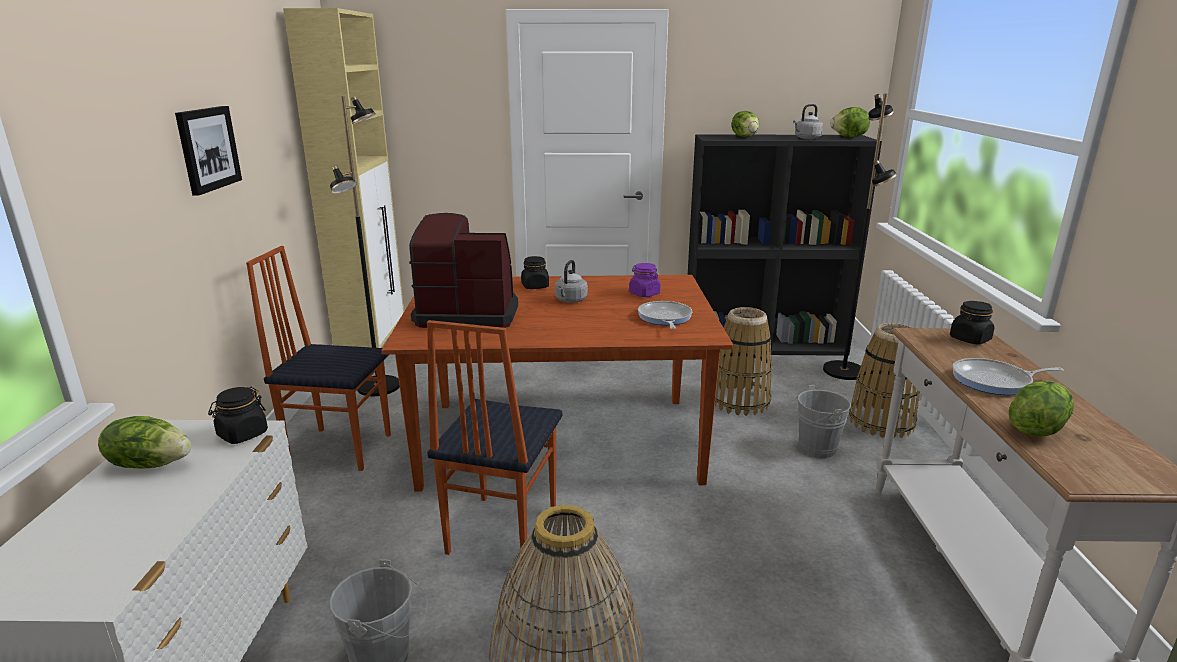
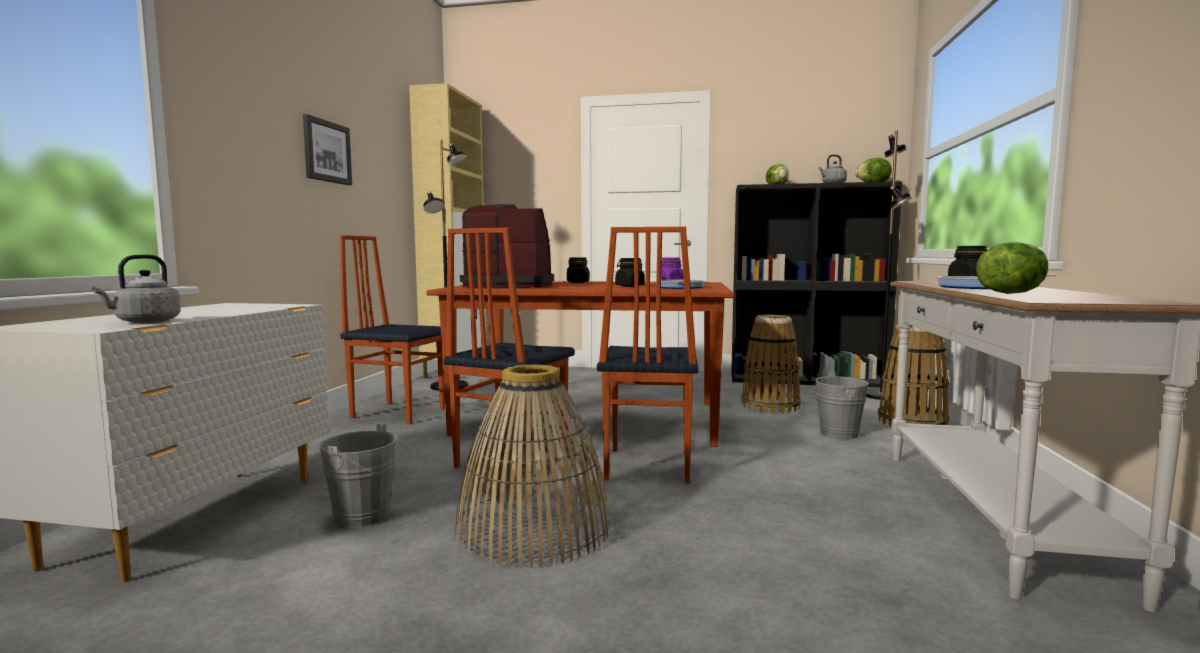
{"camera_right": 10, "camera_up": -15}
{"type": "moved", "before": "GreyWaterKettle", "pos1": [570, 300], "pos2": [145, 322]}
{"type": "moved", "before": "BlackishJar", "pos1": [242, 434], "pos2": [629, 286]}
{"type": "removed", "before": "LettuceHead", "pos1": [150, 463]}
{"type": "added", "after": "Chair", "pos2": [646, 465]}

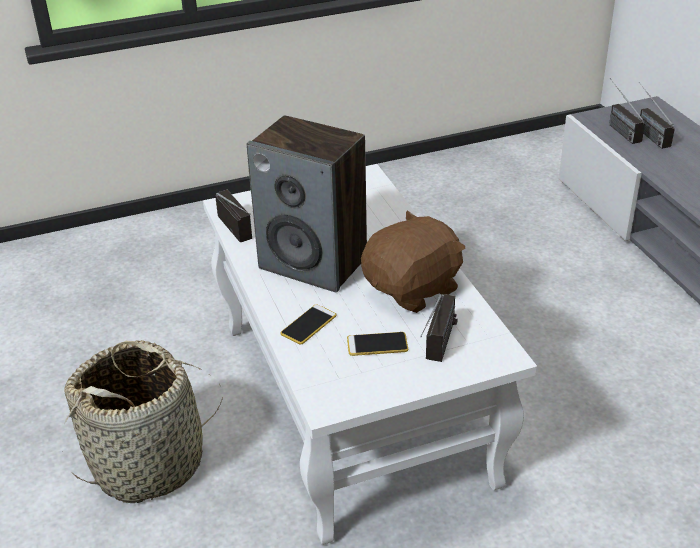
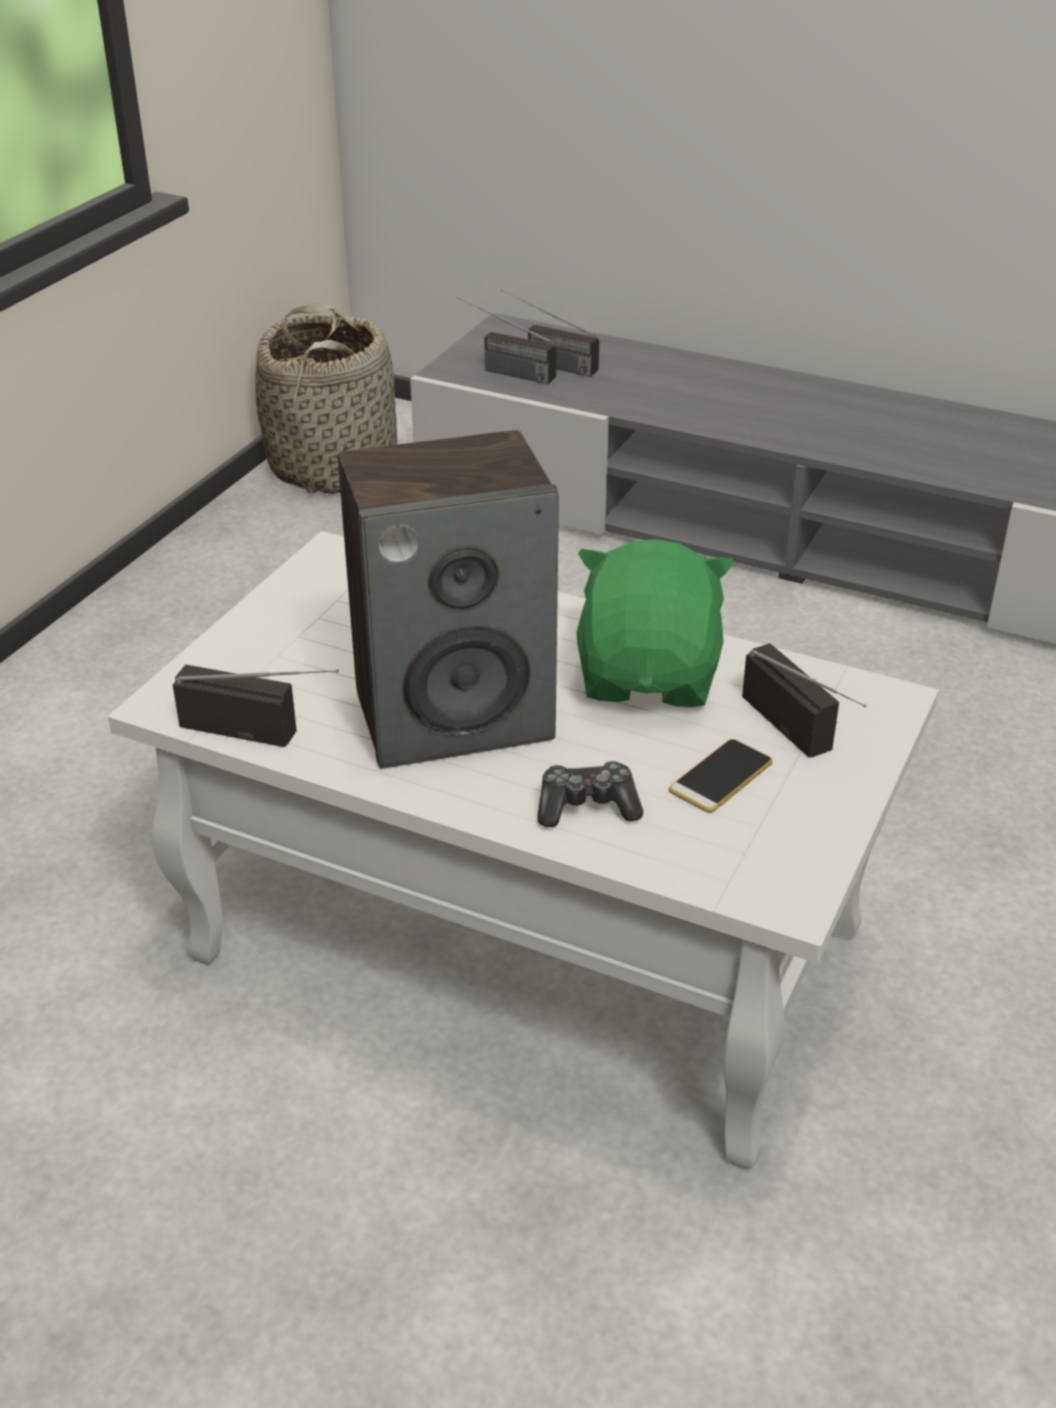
{"camera_right": -45, "camera_up": 0}
{"type": "recoloured", "before": "BrownSoftToy", "after": "GreenishSoftToy", "pos1": [413, 289], "pos2": [650, 677]}
{"type": "replaced", "before": "Handset", "after": "Gamepad", "pos1": [308, 325], "pos2": [587, 806]}
{"type": "moved", "before": "HouseholdBasket", "pos1": [150, 462], "pos2": [334, 466]}

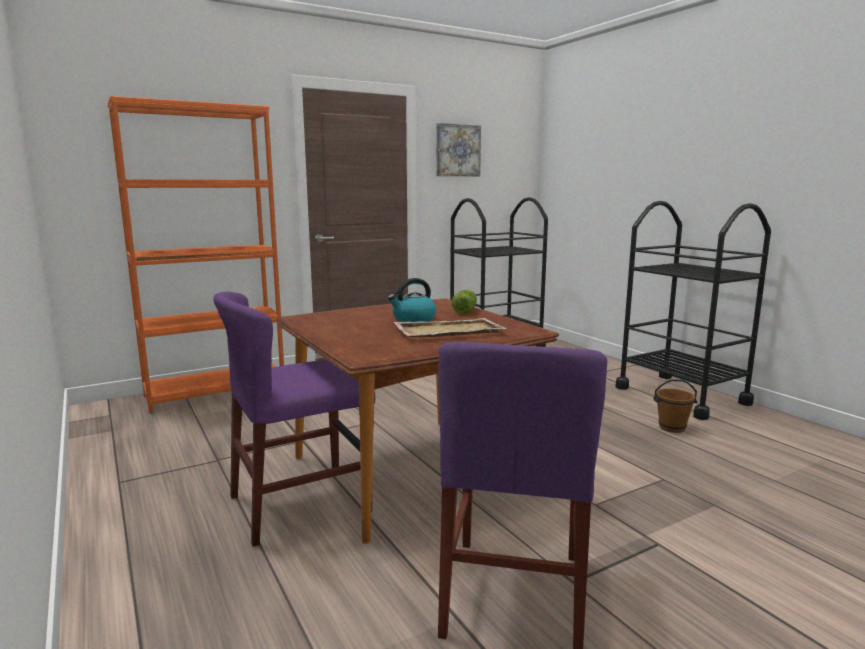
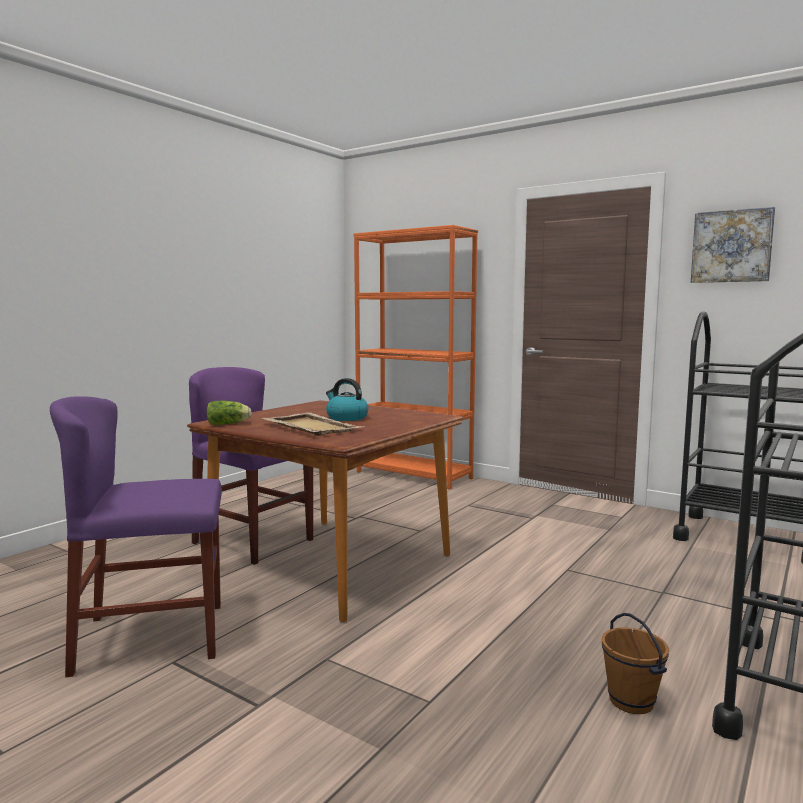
{"camera_right": 65, "camera_up": -5}
{"type": "moved", "before": "LettuceHead", "pos1": [465, 311], "pos2": [229, 424]}

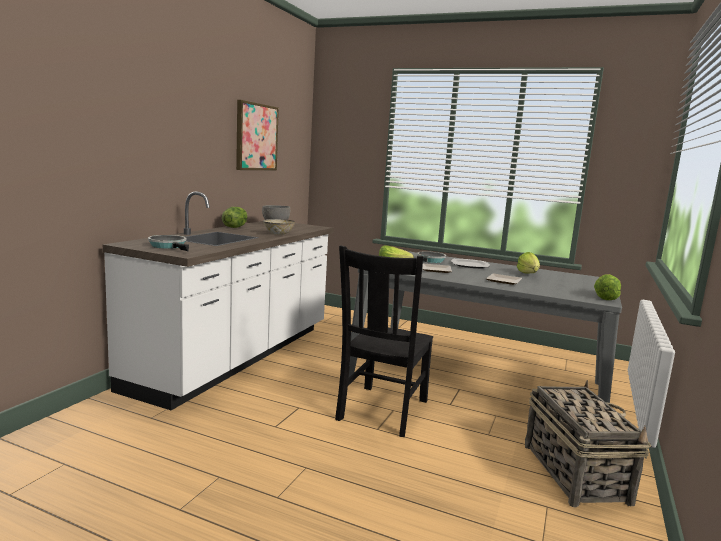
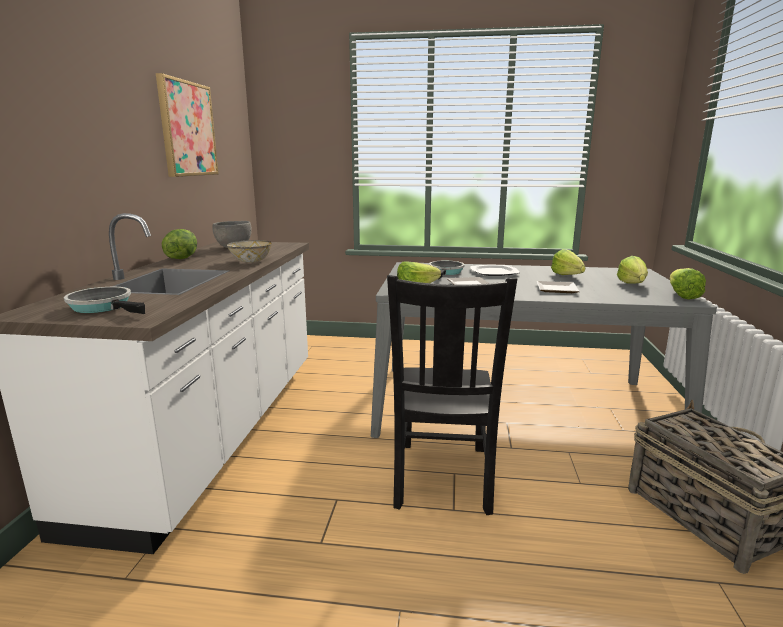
{"camera_right": -15, "camera_up": 5}
{"type": "added", "after": "LettuceHead", "pos2": [632, 286]}

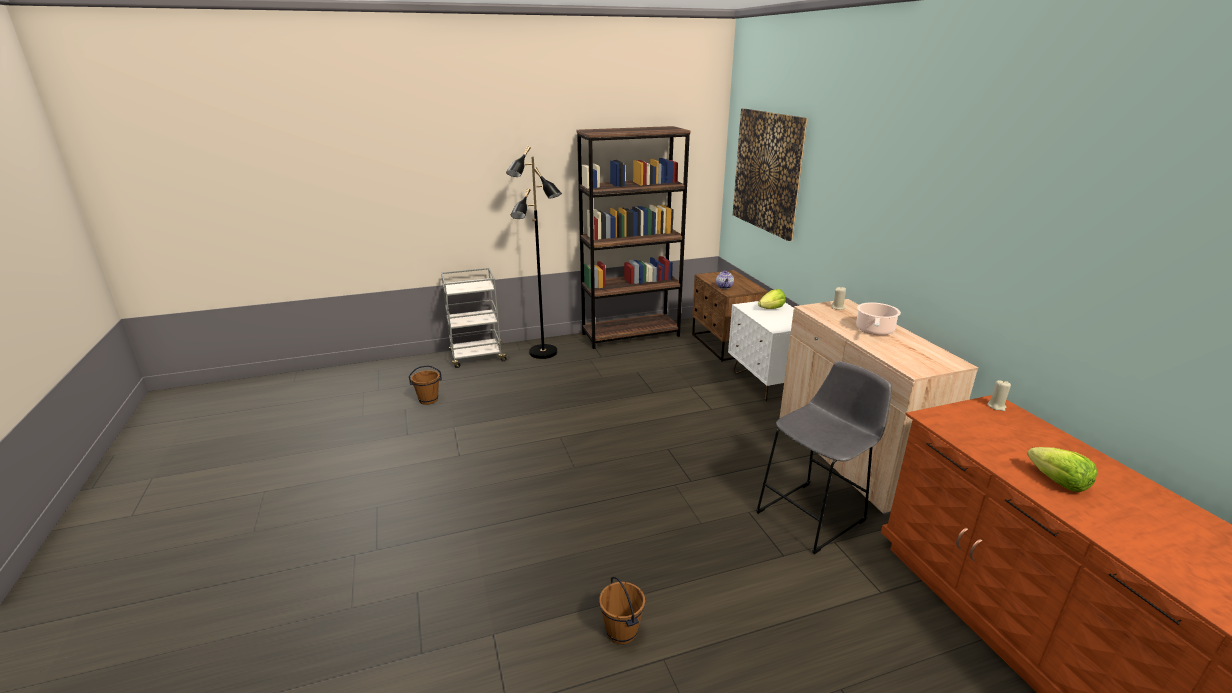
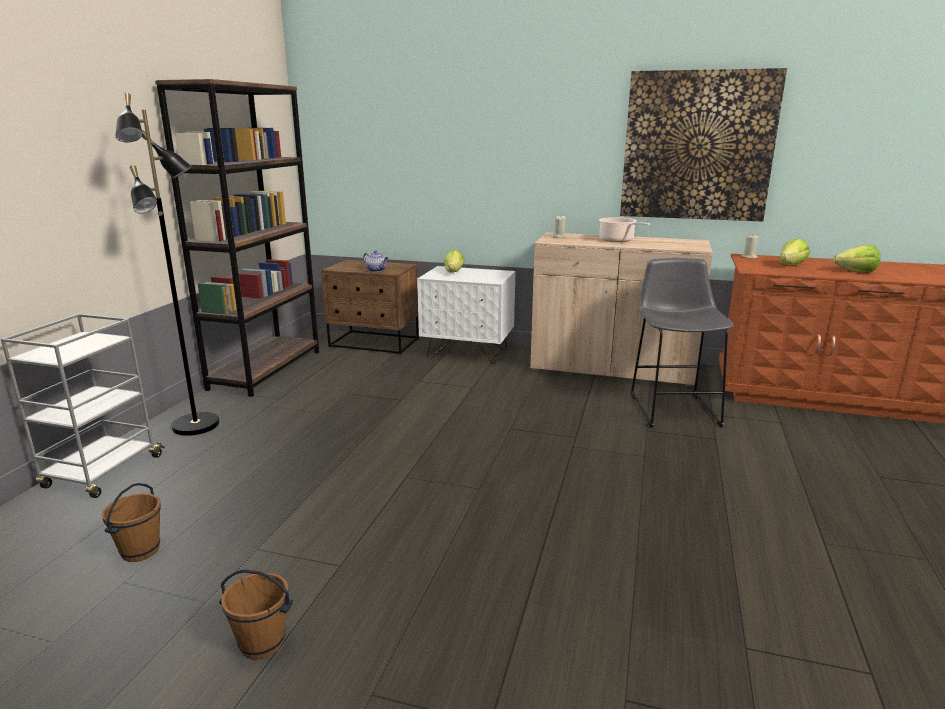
{"camera_right": -55, "camera_up": -5}
{"type": "moved", "before": "WallArt", "pos1": [767, 172], "pos2": [697, 146]}
{"type": "moved", "before": "BrownPail", "pos1": [621, 632], "pos2": [261, 644]}
{"type": "added", "after": "LettuceHead", "pos2": [790, 265]}

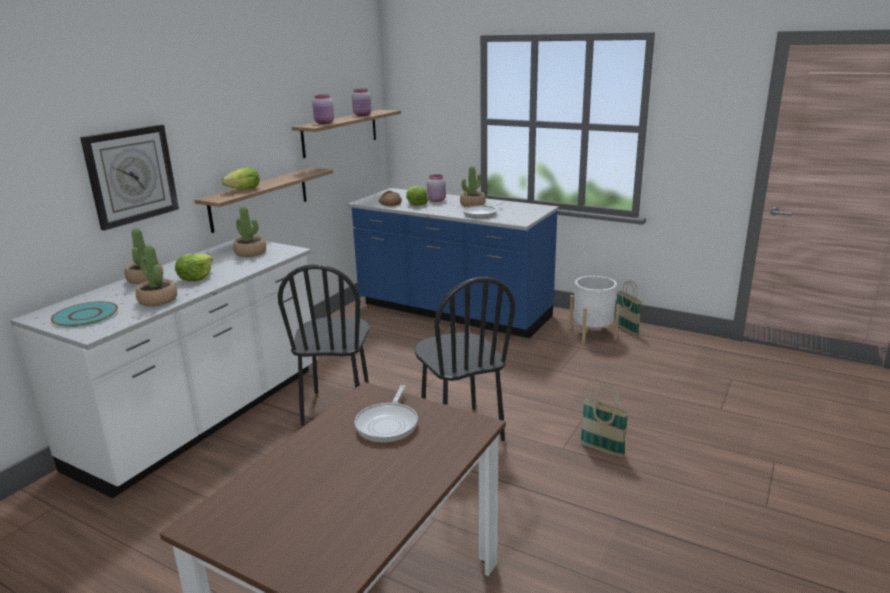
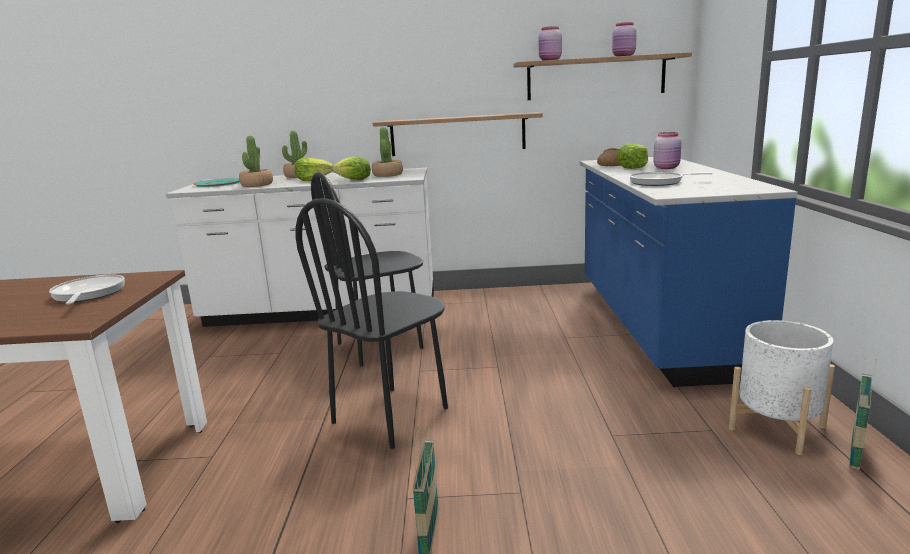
{"camera_right": 60, "camera_up": -5}
{"type": "removed", "before": "ClockOnTheWall", "pos1": [131, 175]}
{"type": "removed", "before": "PlantInAPot", "pos1": [472, 204]}
{"type": "moved", "before": "LettuceHead", "pos1": [244, 189], "pos2": [353, 180]}
{"type": "turned", "before": "Pan", "pos1": [388, 424], "pos2": [88, 294], "turn": 90}

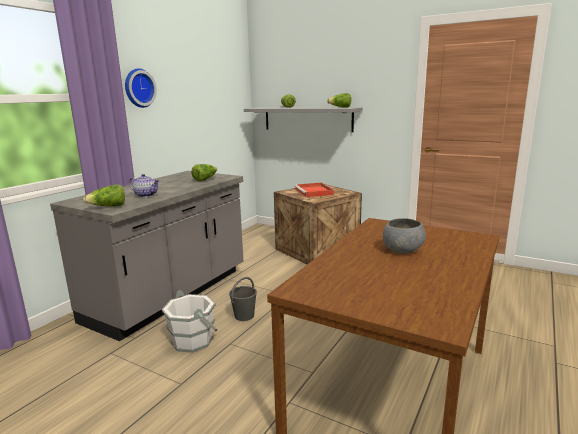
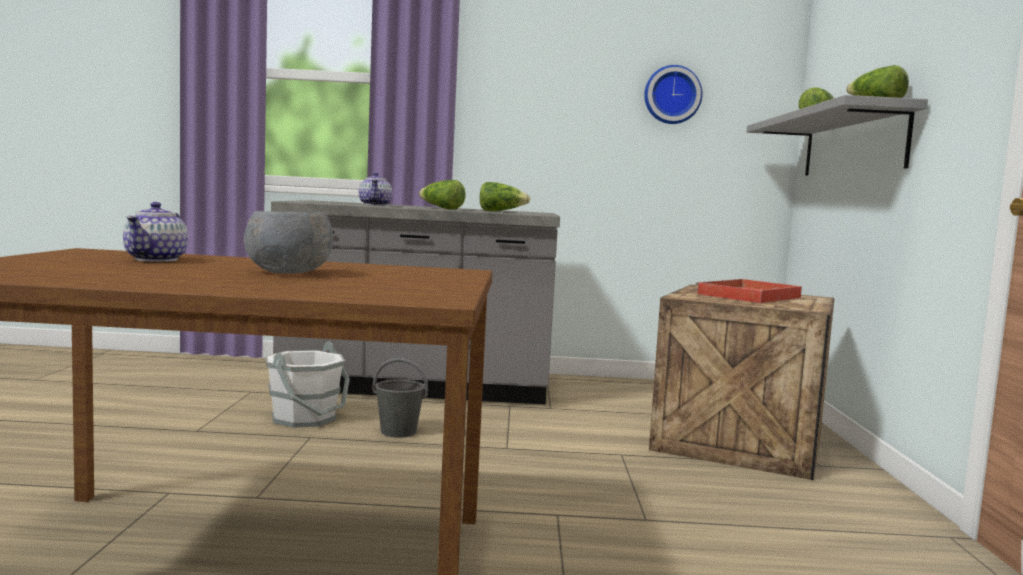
{"camera_right": 60, "camera_up": -10}
{"type": "moved", "before": "ClockOnTheWall", "pos1": [138, 88], "pos2": [672, 95]}
{"type": "moved", "before": "LettuceHead", "pos1": [108, 207], "pos2": [441, 208]}
{"type": "added", "after": "TeaPot", "pos2": [157, 259]}

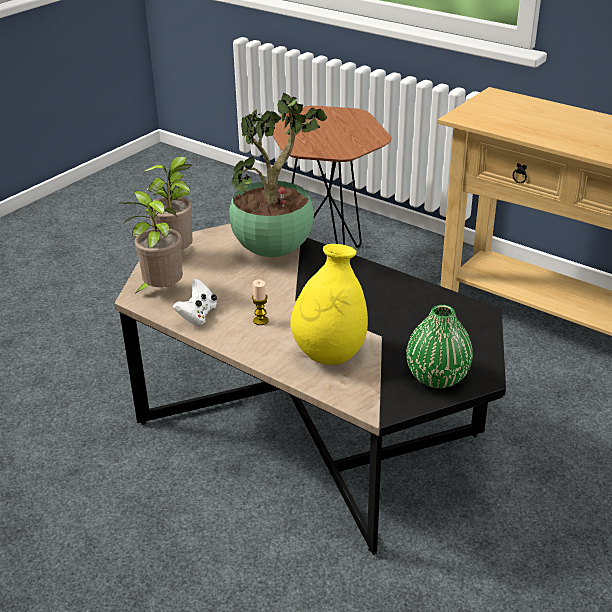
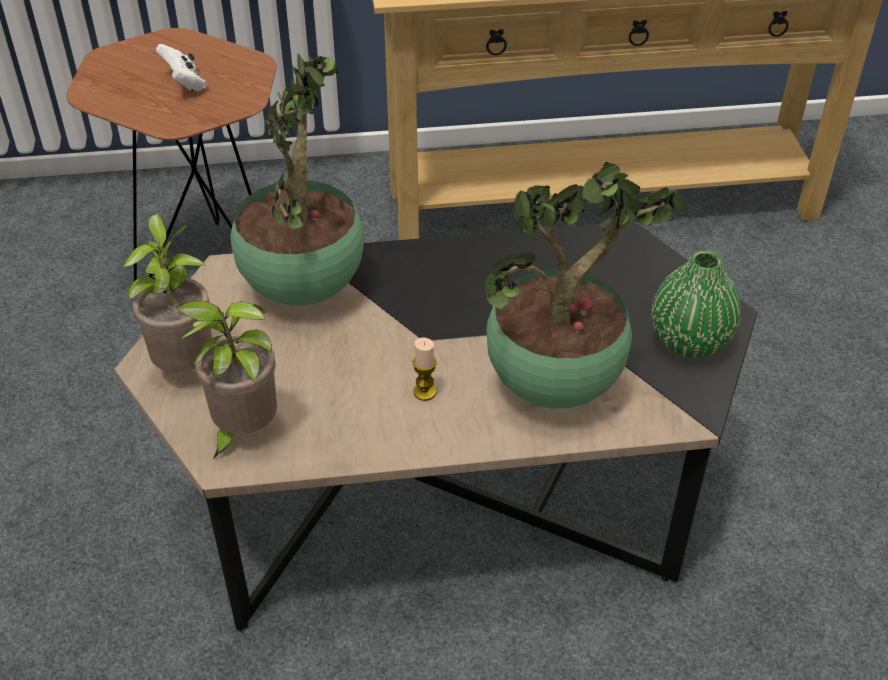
{"camera_right": -45, "camera_up": 10}
{"type": "replaced", "before": "YellowFlowerVase", "after": "PlantInAPot", "pos1": [329, 354], "pos2": [557, 385]}
{"type": "moved", "before": "WhiteGamepad", "pos1": [198, 315], "pos2": [185, 84]}

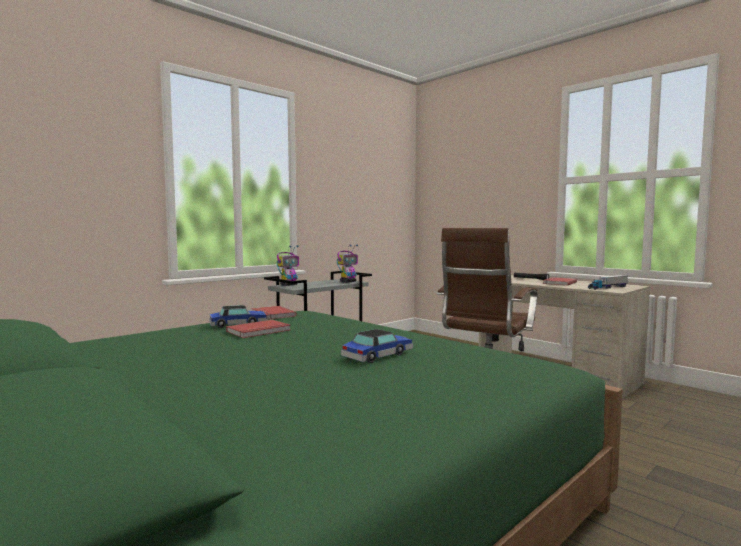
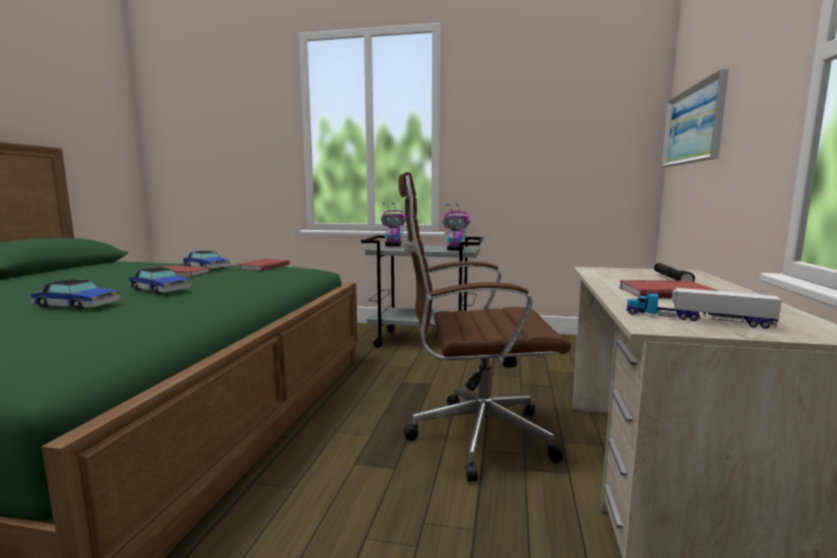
{"camera_right": 55, "camera_up": 5}
{"type": "added", "after": "WallArt", "pos2": [692, 125]}
{"type": "added", "after": "MiniatureCar", "pos2": [160, 290]}

